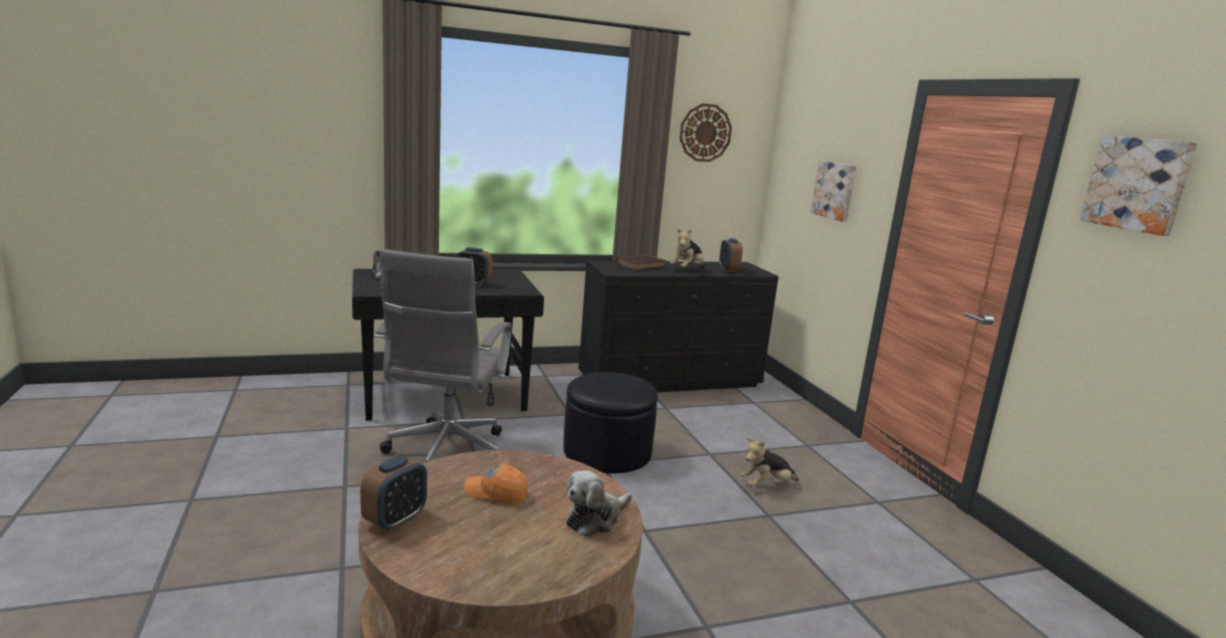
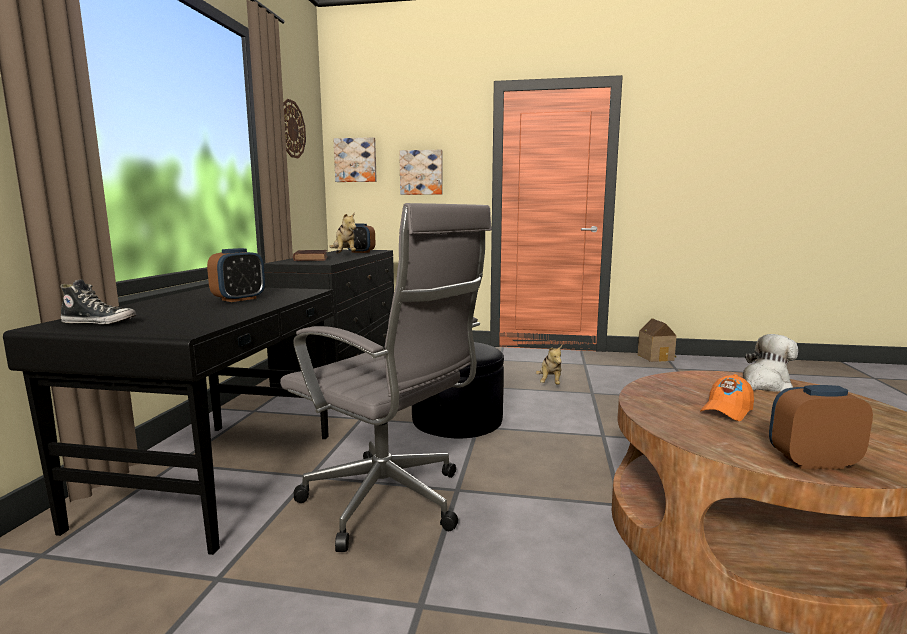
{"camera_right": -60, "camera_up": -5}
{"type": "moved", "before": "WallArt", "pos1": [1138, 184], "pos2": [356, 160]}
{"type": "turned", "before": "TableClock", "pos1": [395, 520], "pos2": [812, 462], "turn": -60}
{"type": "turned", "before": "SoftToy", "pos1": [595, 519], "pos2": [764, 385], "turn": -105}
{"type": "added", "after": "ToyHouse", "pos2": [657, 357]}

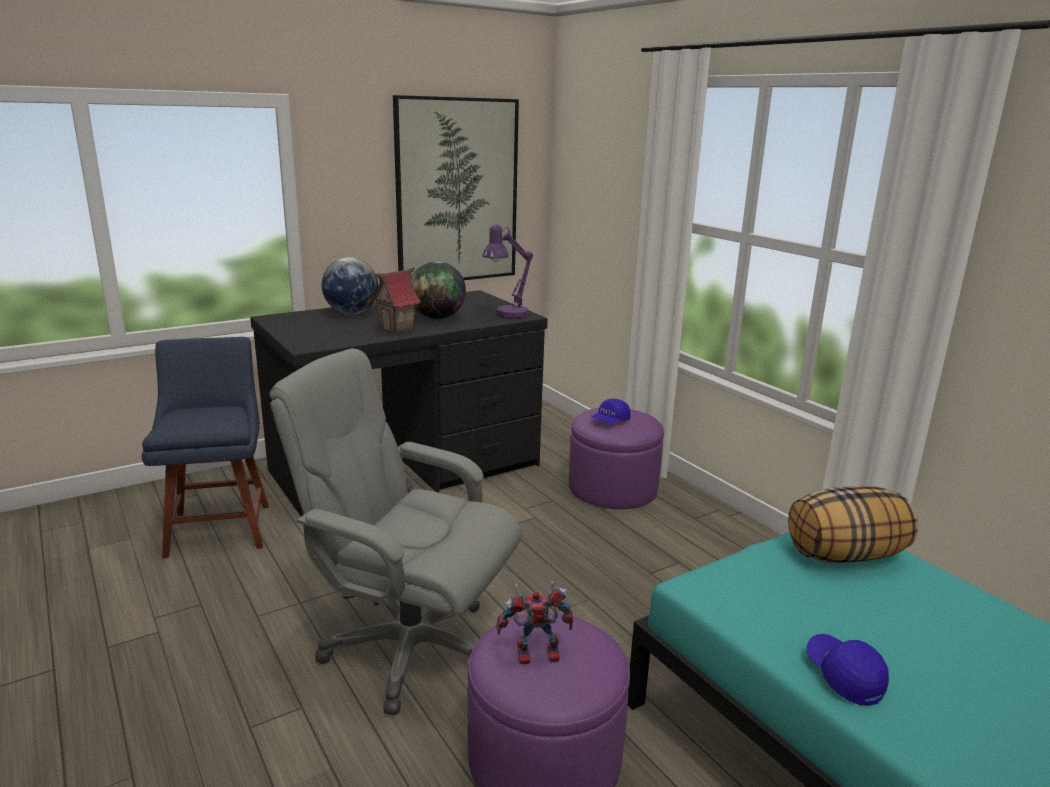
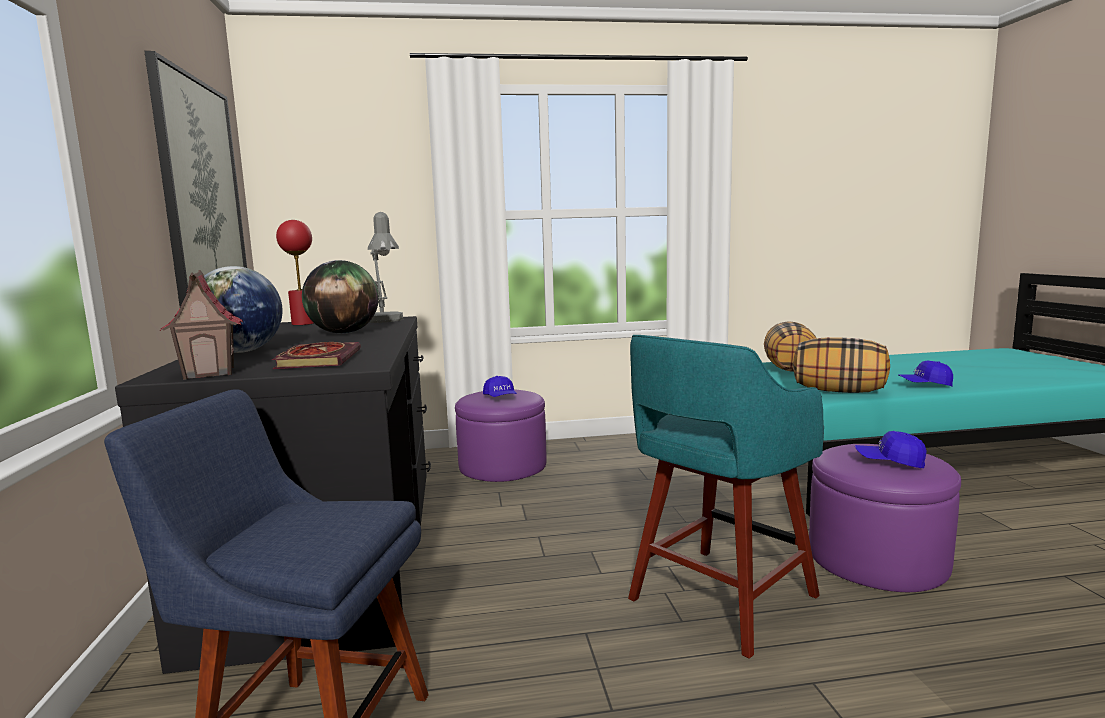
{"camera_right": -65, "camera_up": -10}
{"type": "recoloured", "before": "PurpleTableLamp", "after": "GreyTableLamp", "pos1": [507, 315], "pos2": [385, 321]}
{"type": "moved", "before": "ToyHouse", "pos1": [397, 329], "pos2": [210, 373]}
{"type": "replaced", "before": "GreyOfficeChair", "after": "TurquoiseColouredStoolSeat", "pos1": [409, 648], "pos2": [719, 600]}
{"type": "replaced", "before": "ModelRobot", "after": "BlueColouredPeakedCap", "pos1": [534, 657], "pos2": [889, 462]}
{"type": "added", "after": "ReddishTableLamp", "pos2": [303, 323]}
{"type": "added", "after": "Pillow", "pos2": [839, 391]}
{"type": "added", "after": "Book", "pos2": [318, 359]}

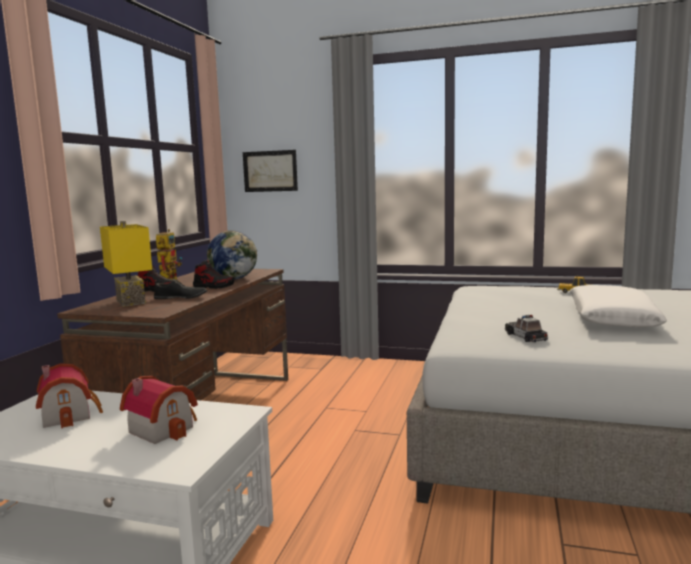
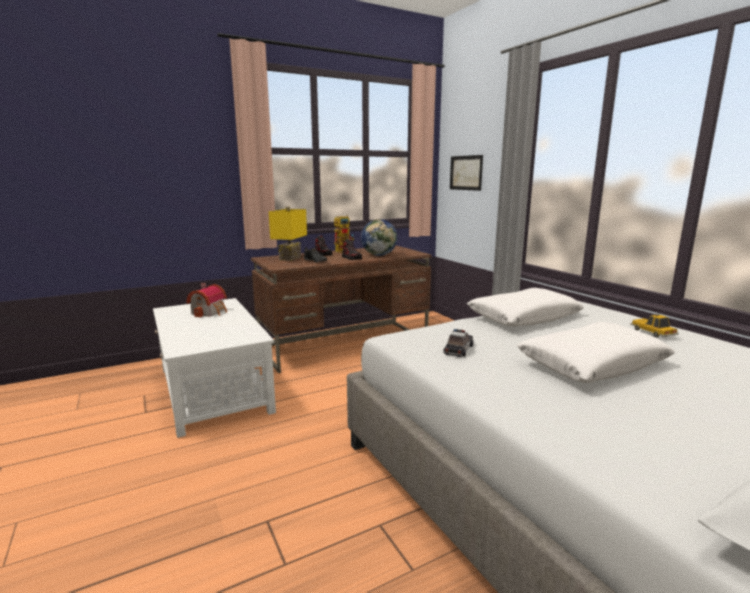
{"camera_right": 45, "camera_up": 5}
{"type": "removed", "before": "ToyHouse", "pos1": [163, 428]}
{"type": "added", "after": "WhitePillow", "pos2": [523, 317]}

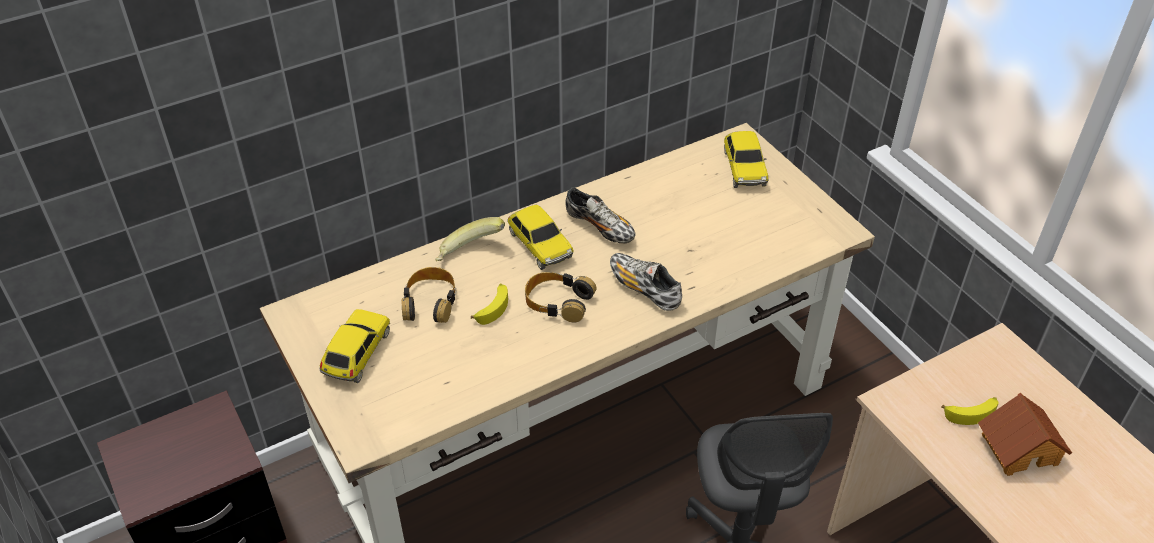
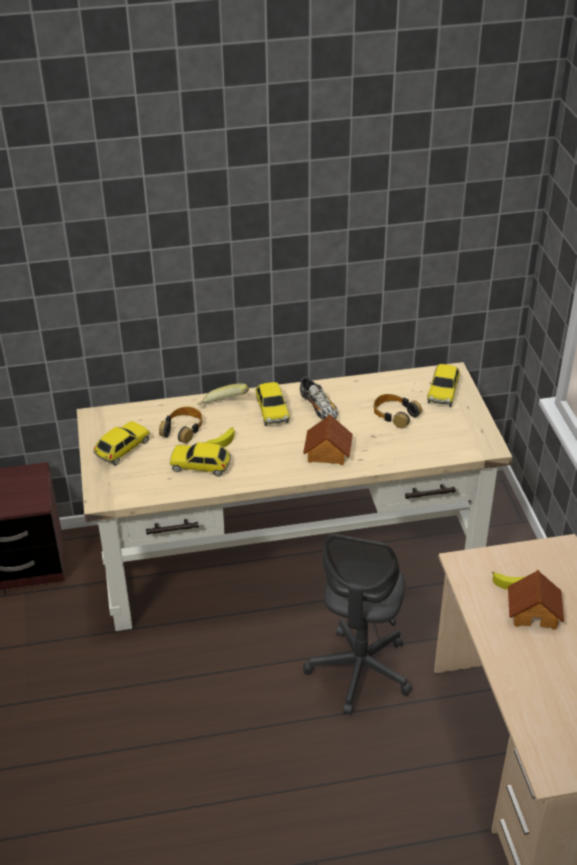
{"camera_right": 20, "camera_up": -5}
{"type": "replaced", "before": "LowShoe", "after": "ToyHouse", "pos1": [644, 289], "pos2": [327, 453]}
{"type": "moved", "before": "Headphones", "pos1": [558, 302], "pos2": [395, 414]}
{"type": "added", "after": "MiniatureCar", "pos2": [200, 466]}

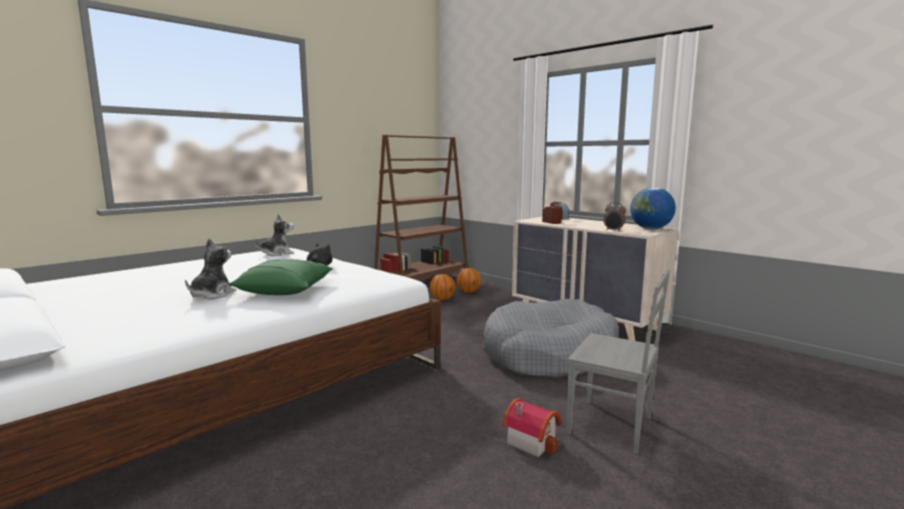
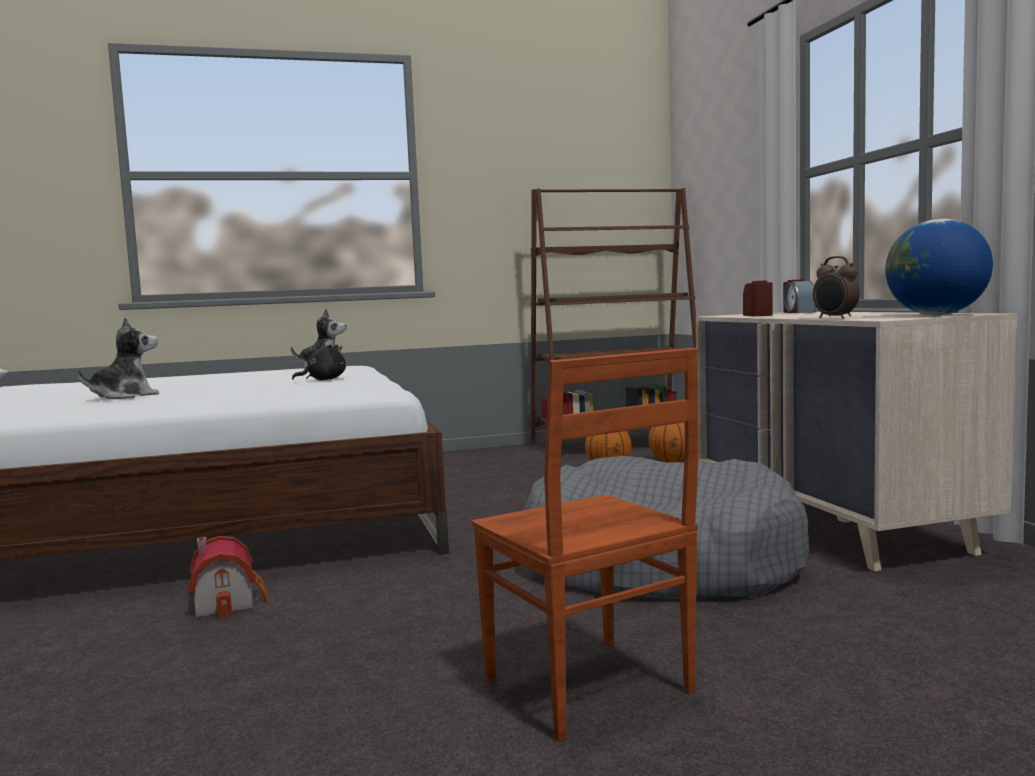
{"camera_right": 30, "camera_up": -5}
{"type": "removed", "before": "GreenishPillow", "pos1": [285, 290]}
{"type": "recoloured", "before": "GreyChair", "after": "BrownChair", "pos1": [611, 426], "pos2": [587, 687]}
{"type": "moved", "before": "ToyHouse", "pos1": [532, 440], "pos2": [229, 601]}

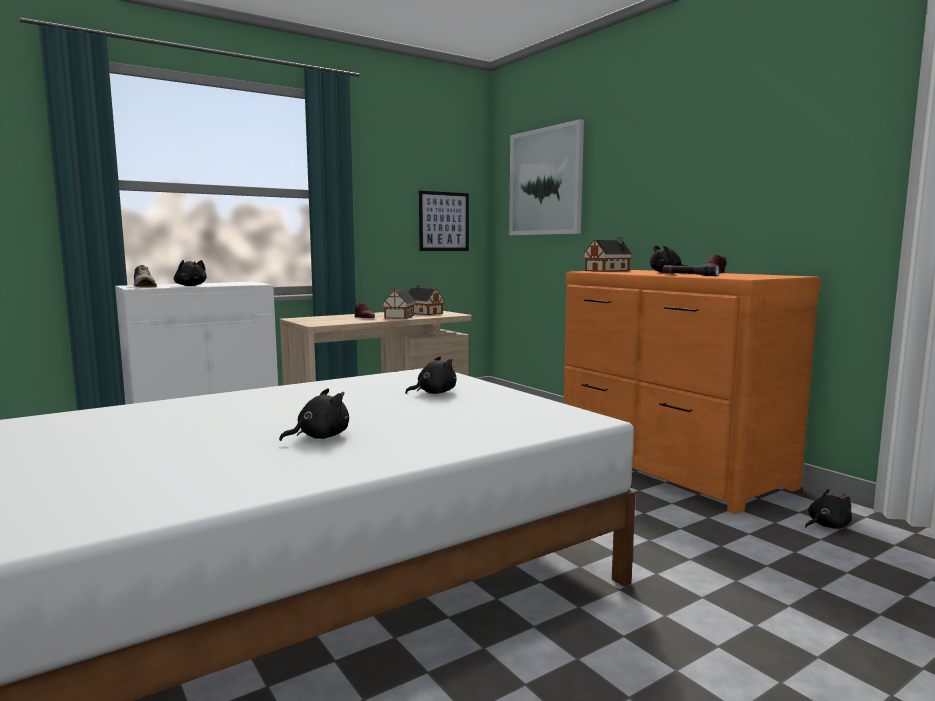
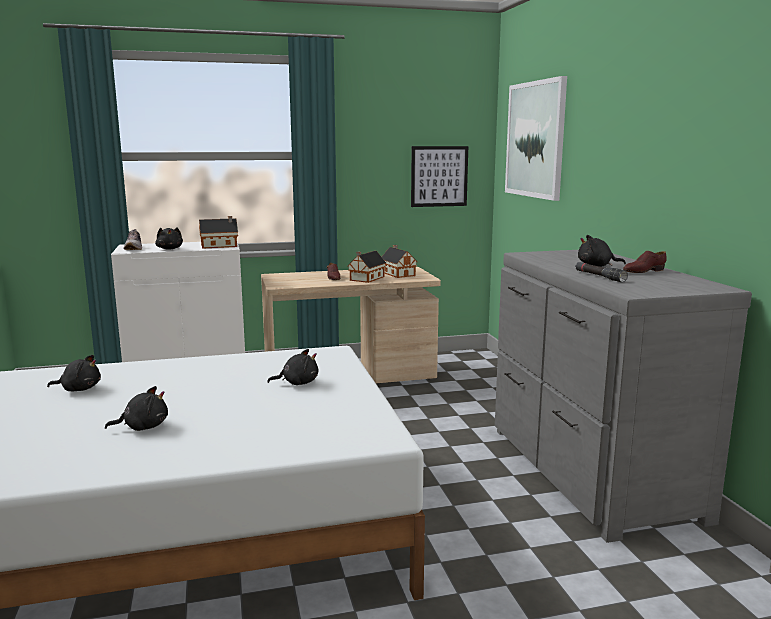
{"camera_right": 20, "camera_up": 5}
{"type": "moved", "before": "ToyHouse", "pos1": [608, 271], "pos2": [220, 246]}
{"type": "recoloured", "before": "OrangeDrawerChest", "after": "GreyDrawerChest", "pos1": [669, 468], "pos2": [588, 472]}
{"type": "moved", "before": "BlackishSoftToy", "pos1": [826, 525], "pos2": [79, 389]}

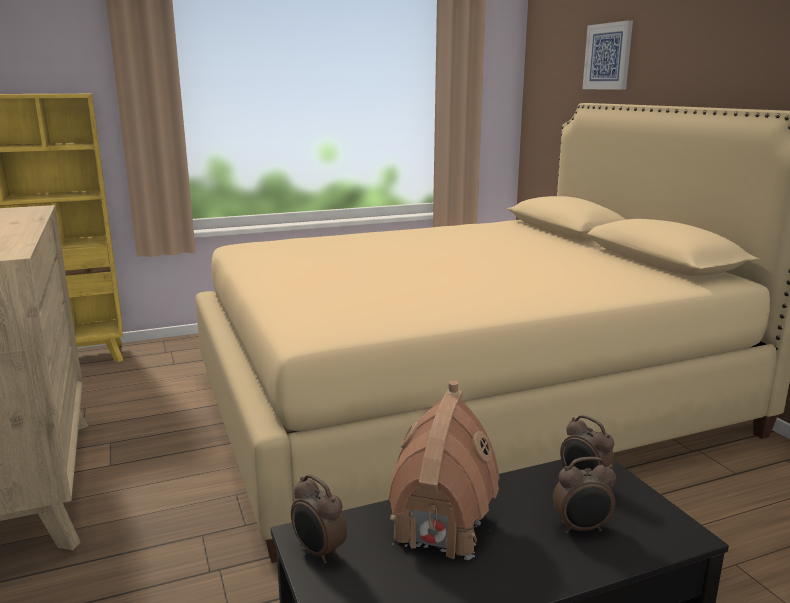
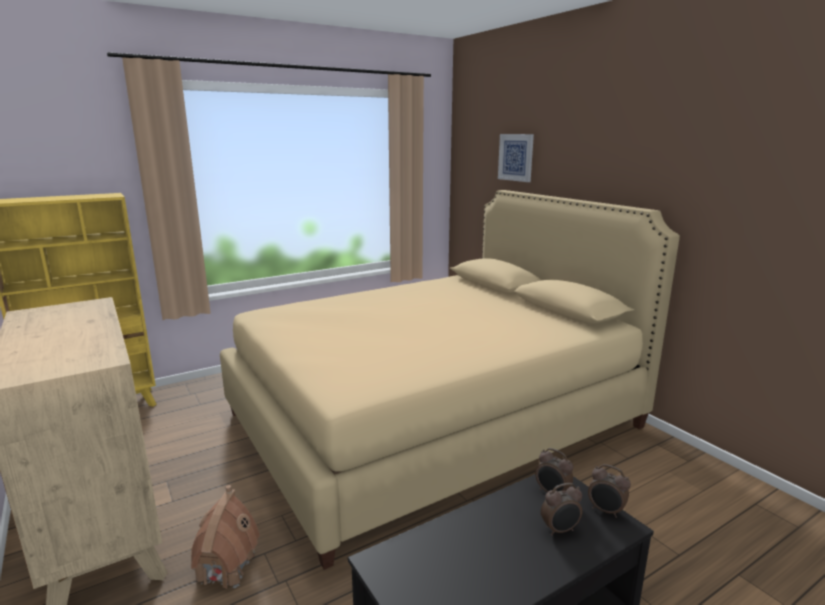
{"camera_right": -10, "camera_up": 0}
{"type": "moved", "before": "ToyHouse", "pos1": [439, 526], "pos2": [225, 567]}
{"type": "moved", "before": "TableClock", "pos1": [318, 552], "pos2": [605, 511]}

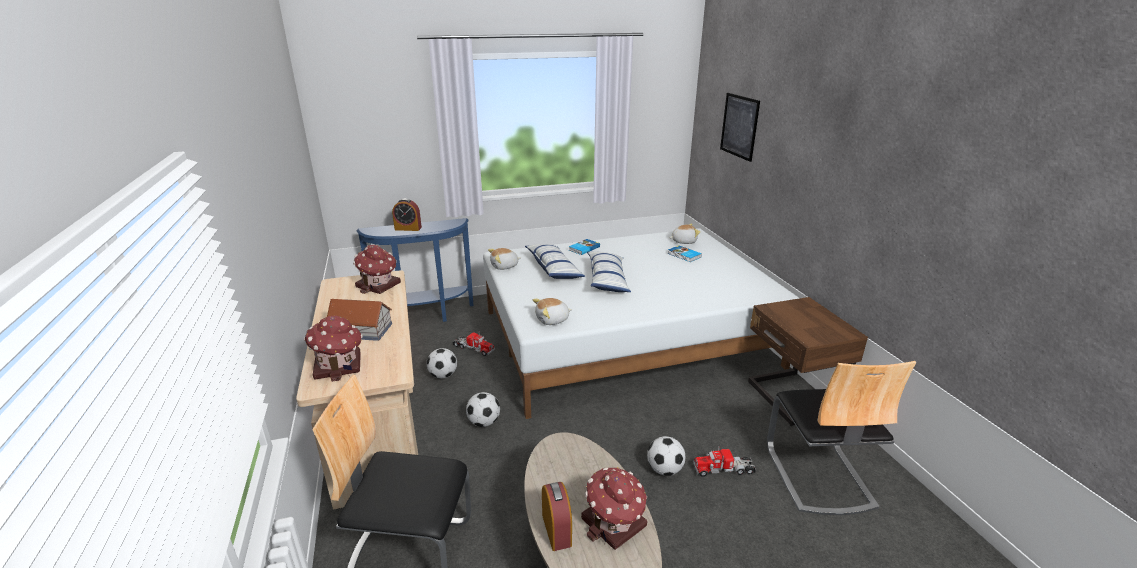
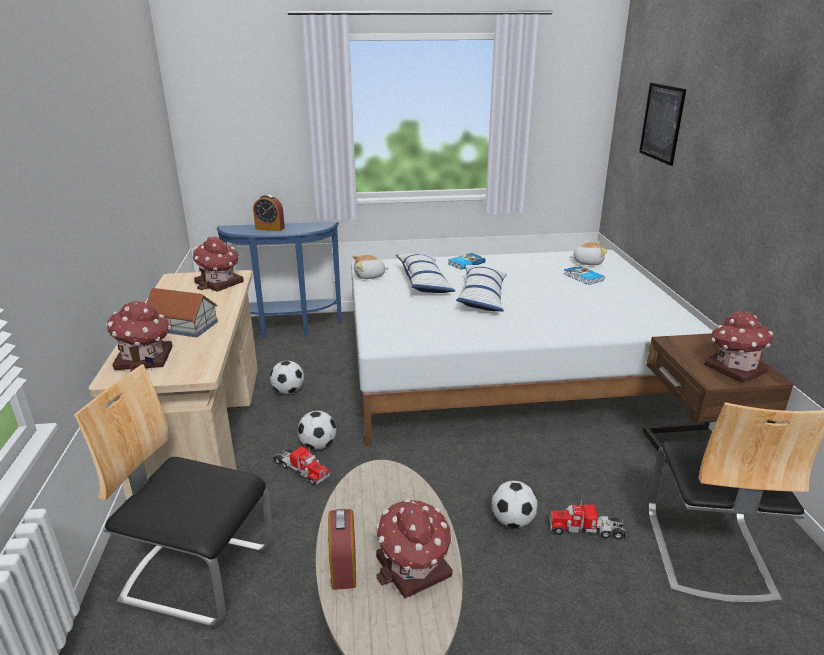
{"camera_right": 10, "camera_up": 0}
{"type": "removed", "before": "SoftToy", "pos1": [552, 320]}
{"type": "moved", "before": "ModelTruck", "pos1": [473, 348], "pos2": [301, 470]}
{"type": "added", "after": "ToyHouse", "pos2": [733, 368]}

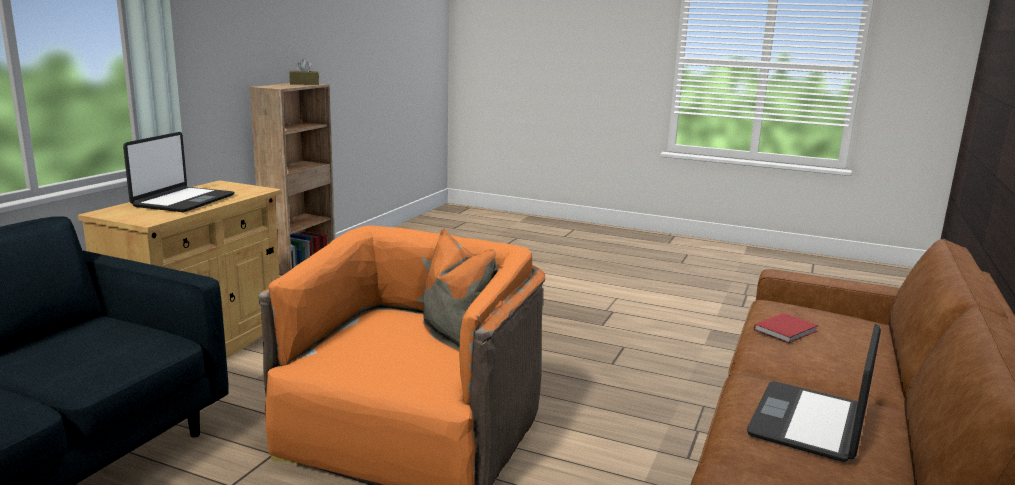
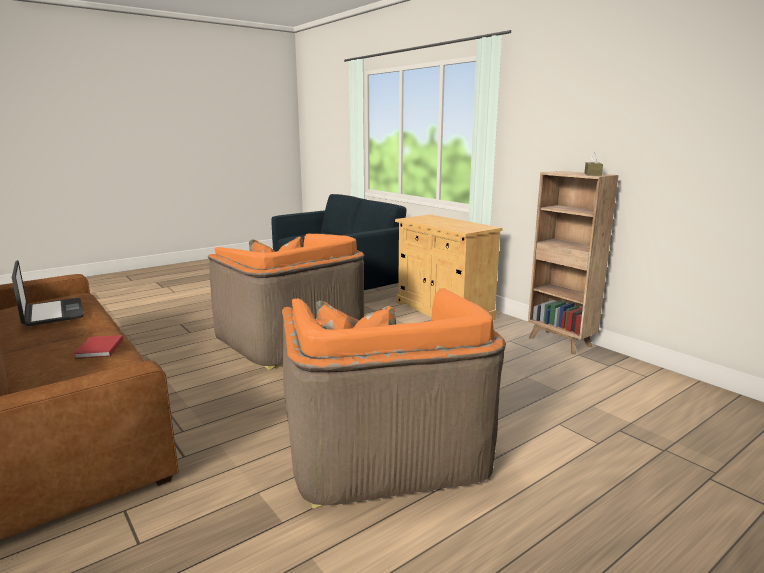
{"camera_right": 120, "camera_up": 0}
{"type": "removed", "before": "NotebookComputer", "pos1": [183, 201]}
{"type": "added", "after": "OrangeEasyChair", "pos2": [384, 447]}

